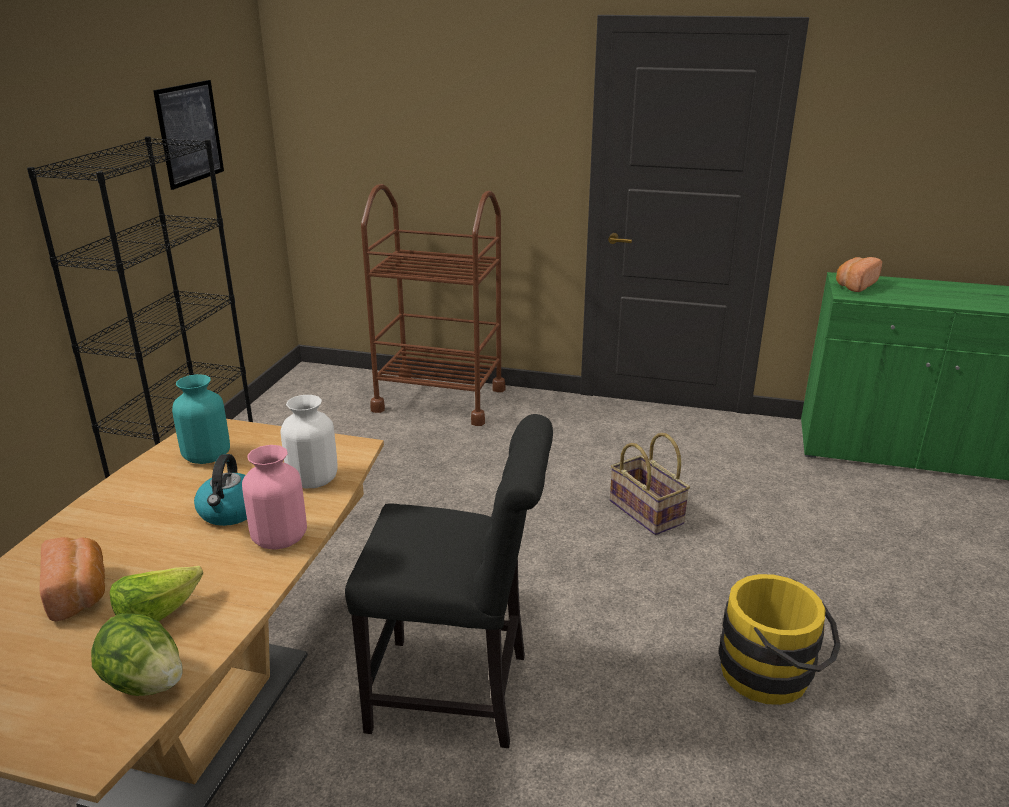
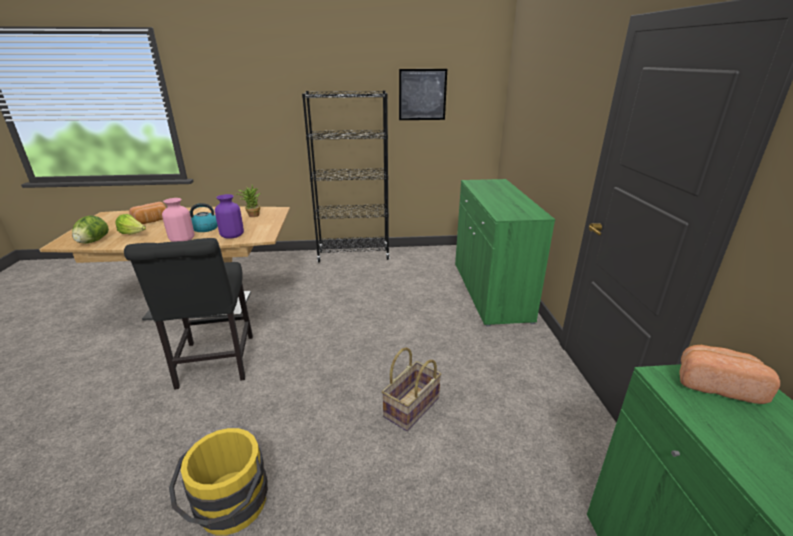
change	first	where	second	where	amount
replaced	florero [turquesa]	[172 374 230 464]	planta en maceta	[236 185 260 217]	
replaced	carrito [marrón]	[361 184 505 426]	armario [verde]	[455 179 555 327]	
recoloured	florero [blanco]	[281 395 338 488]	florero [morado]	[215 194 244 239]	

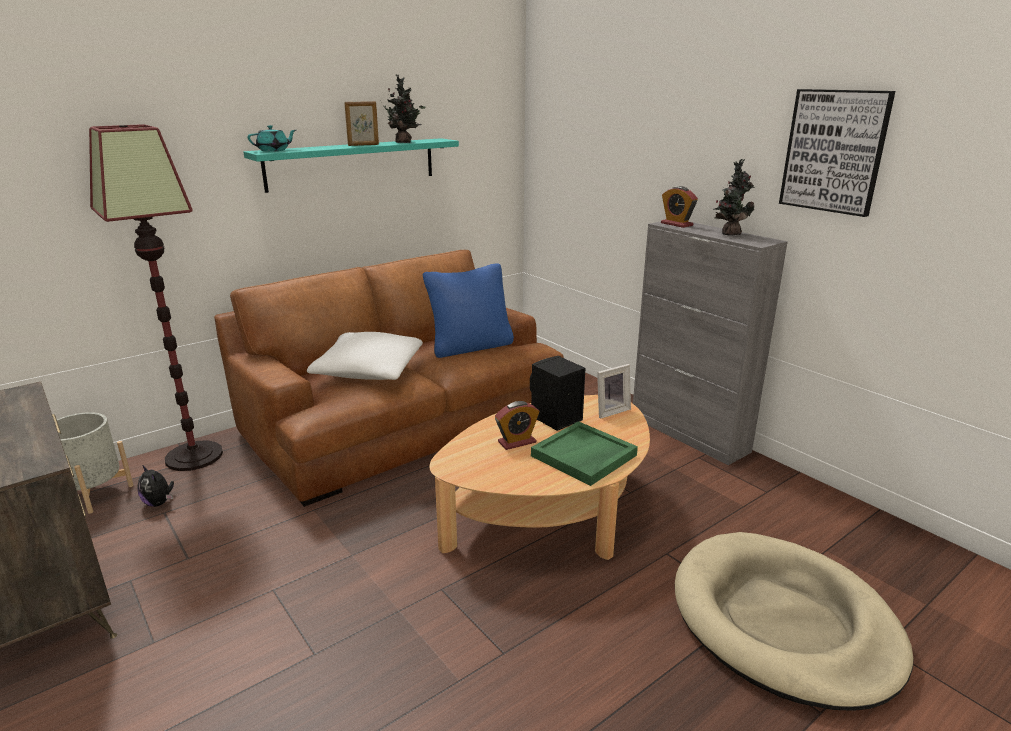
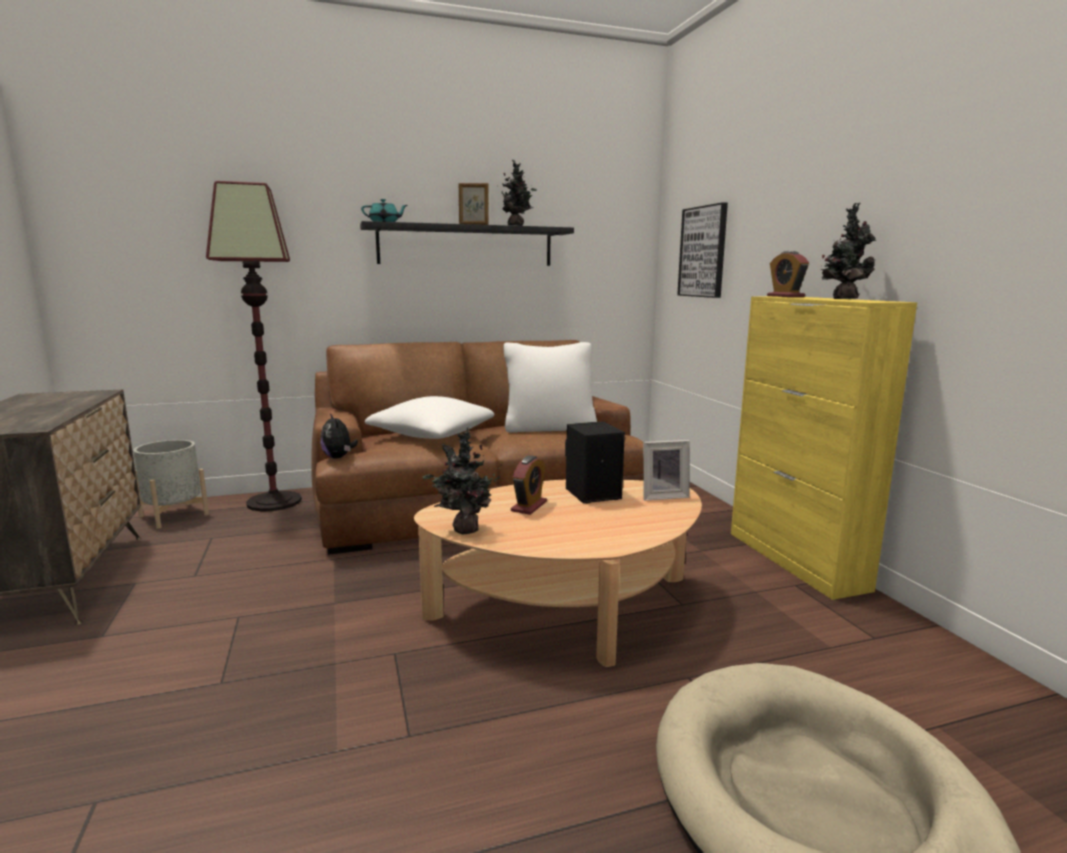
change	first	where	second	where	amount
removed	bandeja [verde]	[531 421 638 486]			
added			planta en maceta	[423 426 502 534]	
moved	peluche	[137 465 174 507]		[320 413 358 459]	
moved	cuadro	[779 89 895 217]		[677 202 728 298]	
recoloured	estante [turquesa]	[244 138 459 193]	estante [negro]	[360 221 574 266]	
recoloured	cojín [azul]	[423 263 514 358]	cojín [blanco]	[503 342 597 433]	
recoloured	armario [gris]	[633 221 788 465]	armario [amarillo]	[731 296 917 600]	
turned	despertador	[495 401 539 450]		[511 456 547 515]	60 degrees counterclockwise

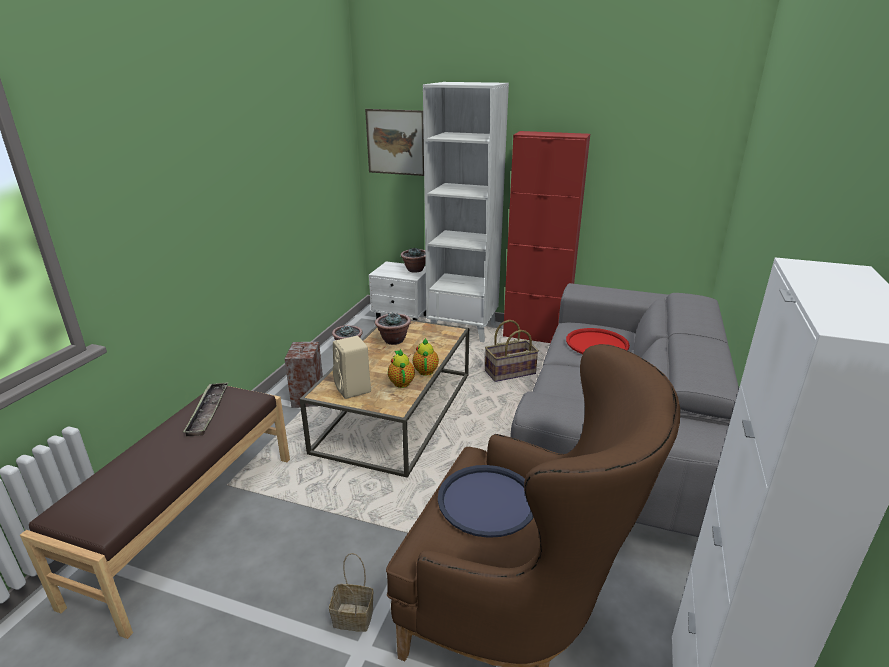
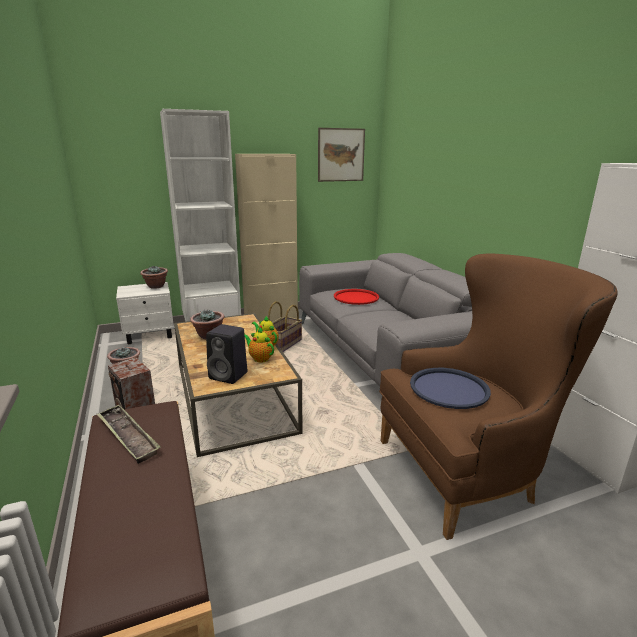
change	first	where	second	where	amount
removed	cesta	[329 553 374 632]			
moved	cuadro	[365 109 424 176]		[318 128 365 182]	
recoloured	altavoz [beis]	[333 336 371 399]	altavoz [negro]	[206 324 247 384]	
recoloured	armario [rojo]	[503 131 590 343]	armario [beis]	[235 154 298 322]	

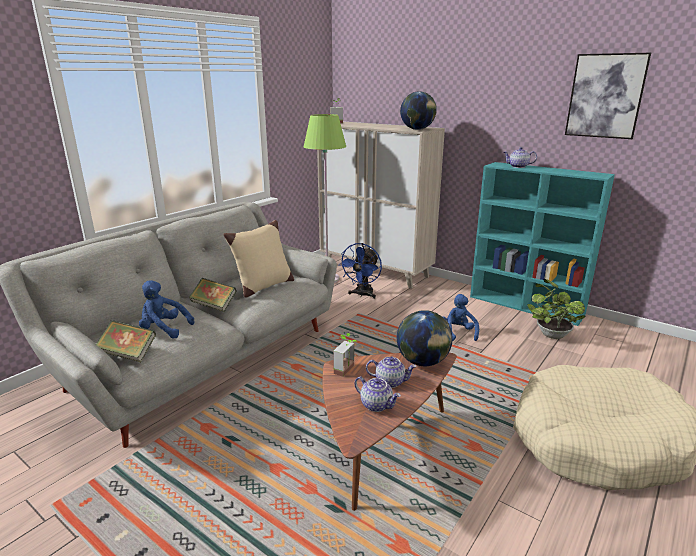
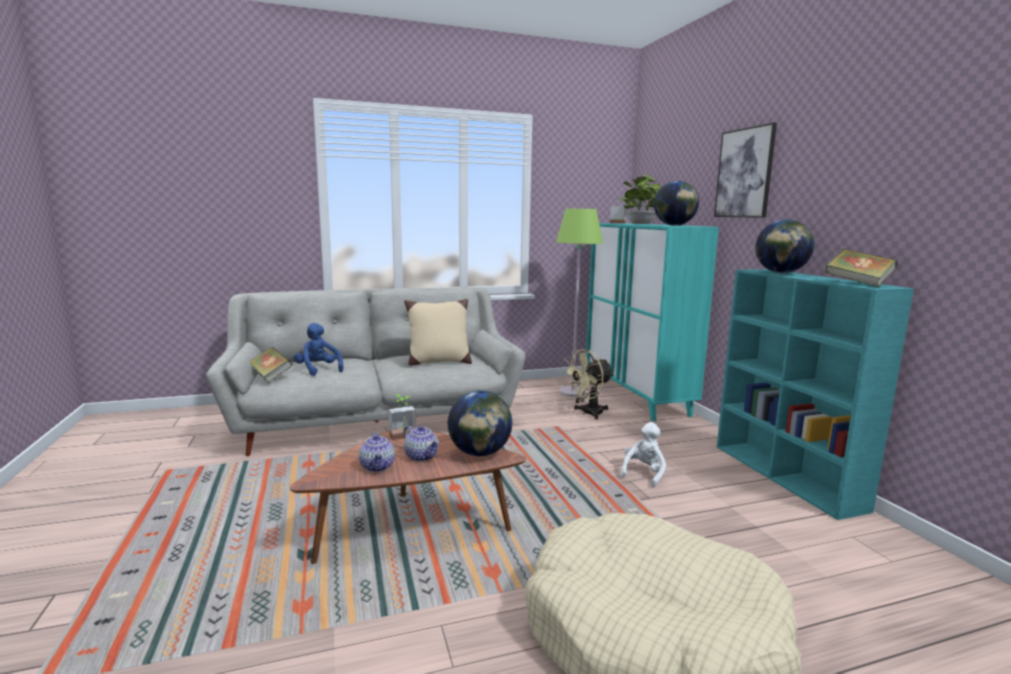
change	first	where	second	where	amount
moved	libro	[189 278 236 312]		[826 249 898 287]	
moved	planta en maceta	[527 279 585 339]		[622 173 661 224]	
moved	cuadro	[565 53 651 139]		[714 122 777 218]	
replaced	tetera	[504 147 537 168]	globo terráqueo	[755 219 814 273]	
recoloured	armario [beis]	[317 121 445 289]	armario [turquesa]	[586 223 719 421]	
recoloured	ventilador [azul]	[338 243 382 299]	ventilador [beis]	[562 349 614 419]	
recoloured	peluche [azul]	[443 294 479 341]	peluche [blanco]	[620 422 666 488]	

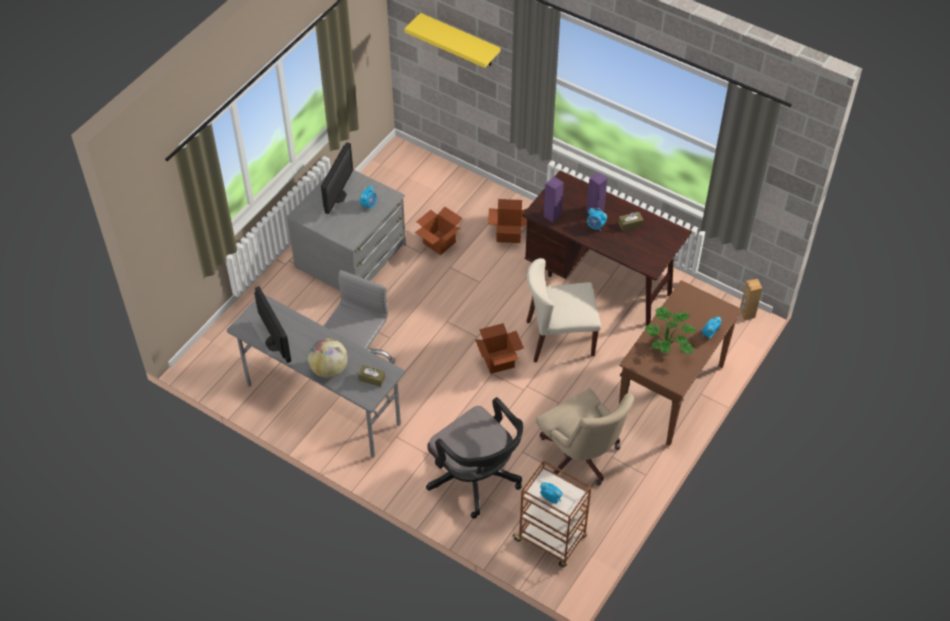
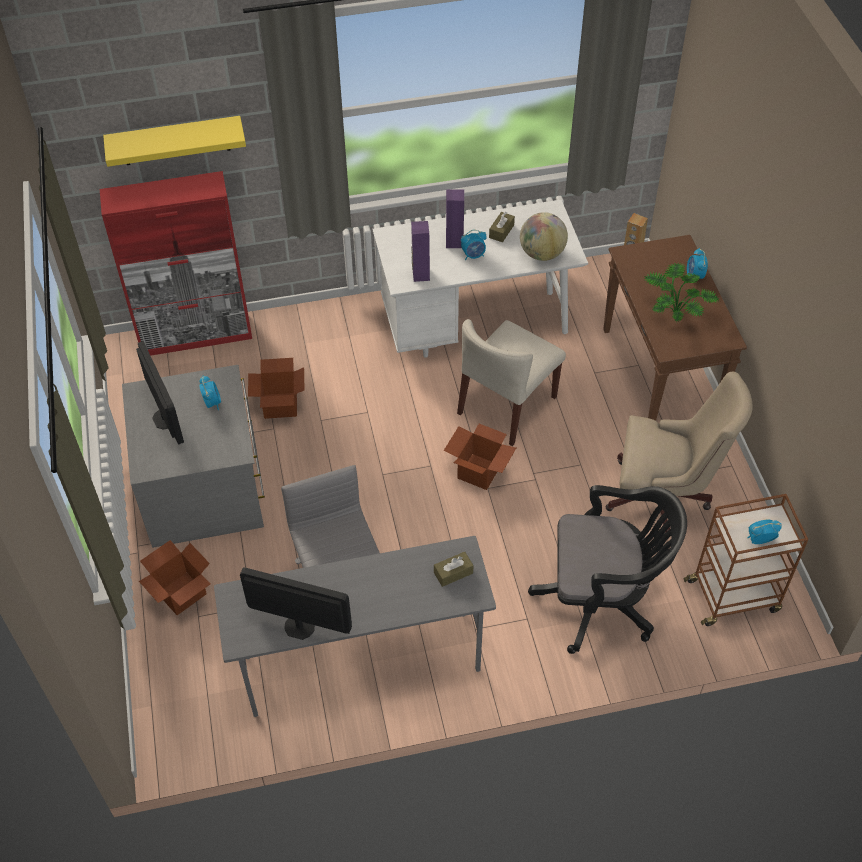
change	first	where	second	where	amount
added			armario [rojo]	[100 171 252 356]	
moved	globo terráqueo	[308 338 348 378]		[520 212 568 261]	
moved	caja de cartón	[488 199 527 243]		[139 540 211 615]	
recoloured	escritorio [marrón]	[522 171 692 325]	escritorio [blanco]	[373 200 588 358]	

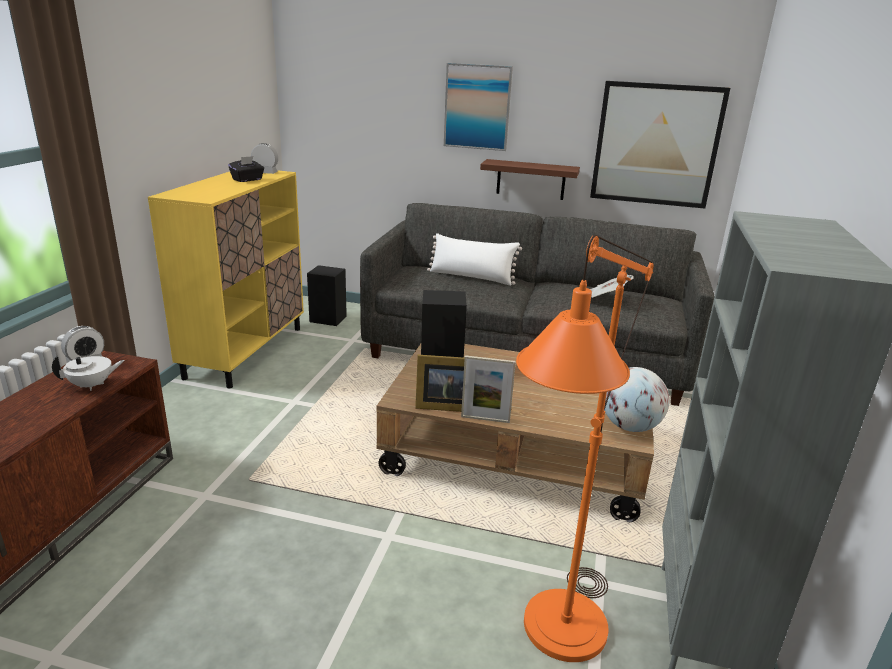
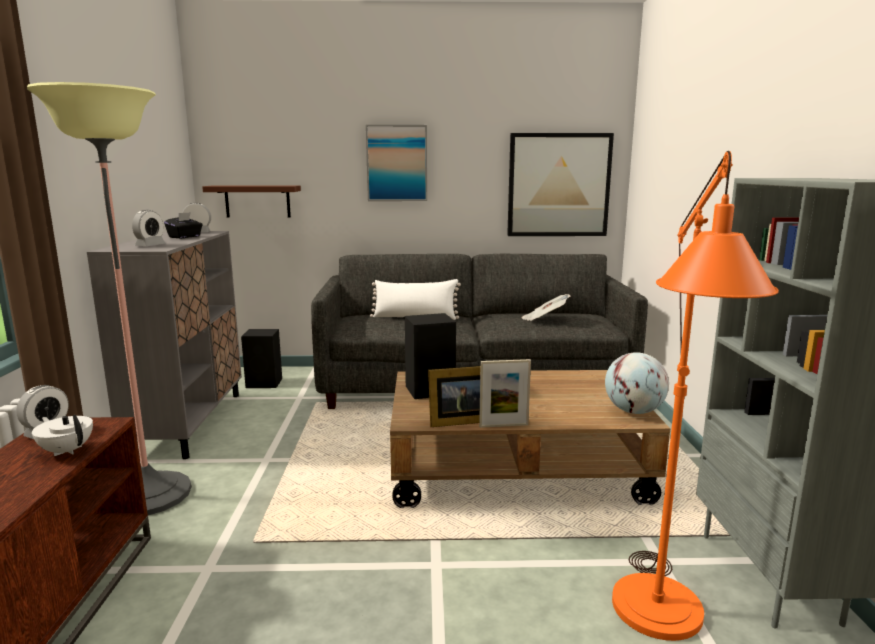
change	first	where	second	where	amount
added			lámpara de pie	[27 82 192 515]	
added			despertador	[132 210 165 246]	
moved	estante [marrón]	[480 159 580 200]		[202 185 301 218]	
recoloured	armario [amarillo]	[148 170 304 388]	armario [gris]	[87 231 242 459]	
turned	tetera [blanco]	[52 355 125 391]		[32 415 93 456]	105 degrees counterclockwise

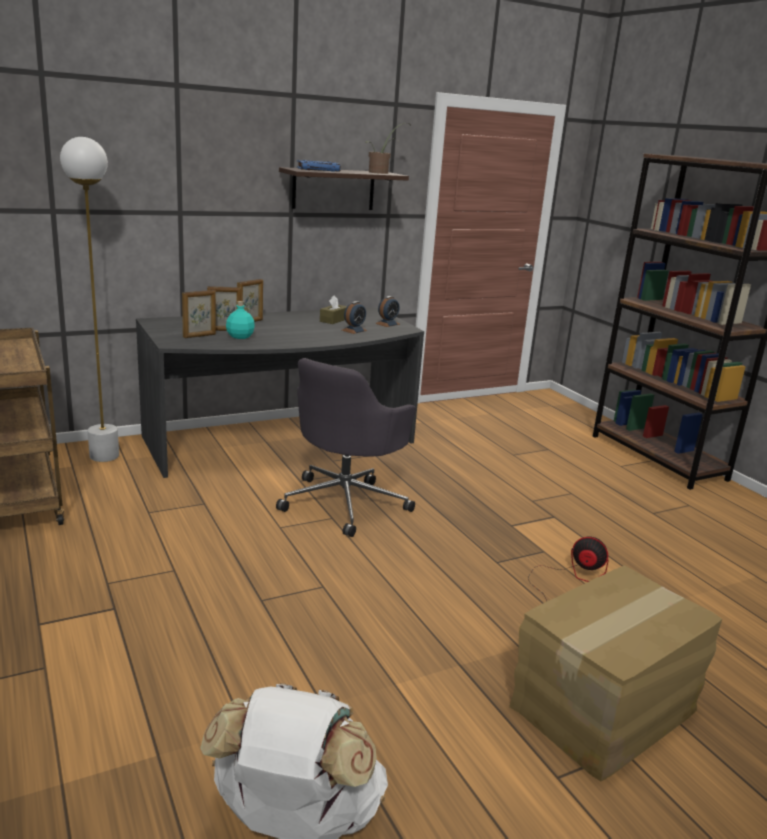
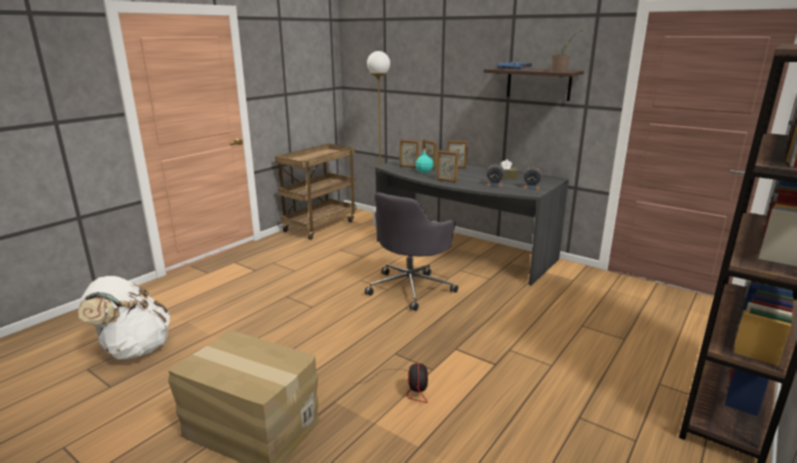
change	first	where	second	where	amount
added			portarretratos	[437 150 459 182]	
turned	silla de oficina [gris]	[276 358 416 537]		[365 192 458 311]	60 degrees counterclockwise

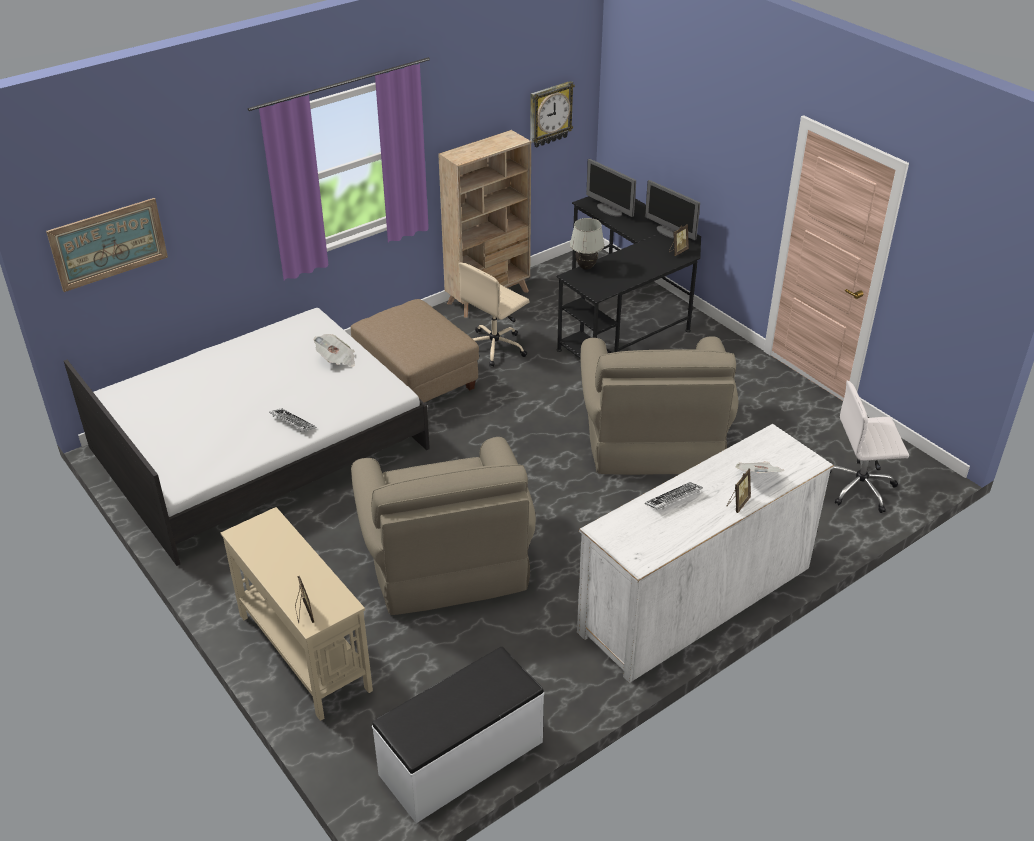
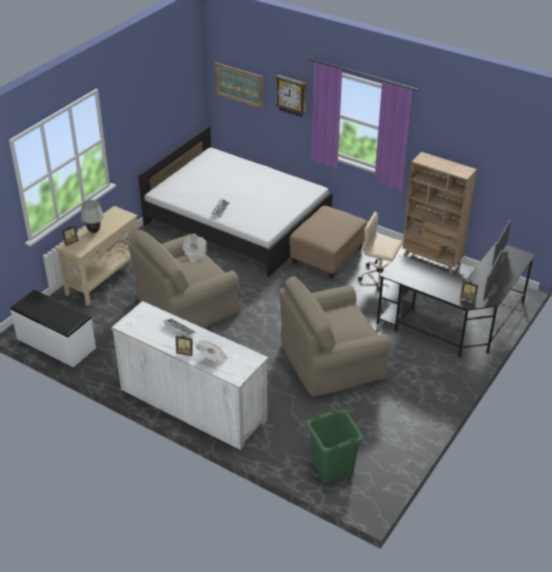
change	first	where	second	where	amount
moved	periódico	[313 334 355 366]		[182 234 207 262]	
moved	reloj de pared	[530 81 575 148]		[276 75 307 117]	
moved	lámpara de mesa [blanco]	[570 218 604 270]		[81 200 104 233]	
replaced	silla de oficina [blanco]	[830 381 909 513]	cesto de la ropa [verde]	[306 409 364 483]	

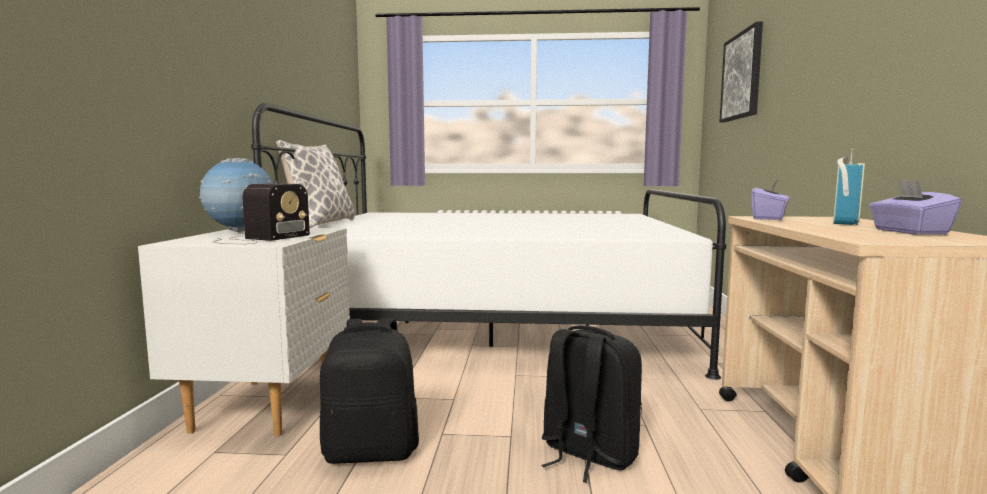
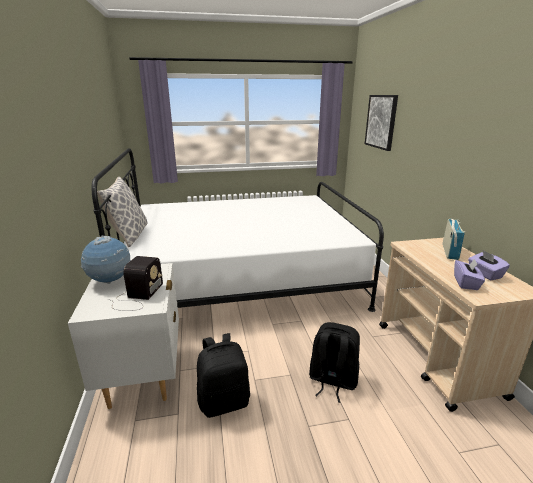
change	first	where	second	where	amount
moved	caja de pañuelos [morado]	[751 179 790 220]		[454 258 485 290]	

